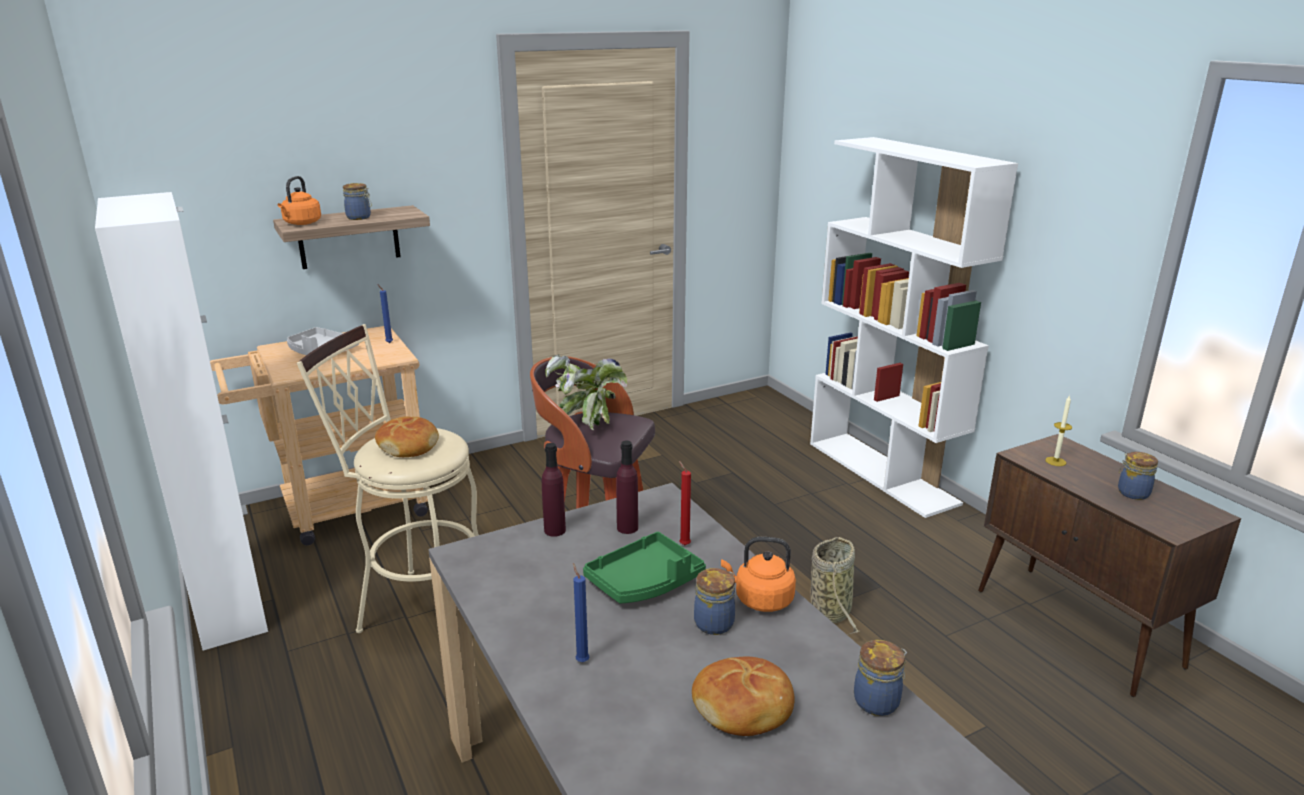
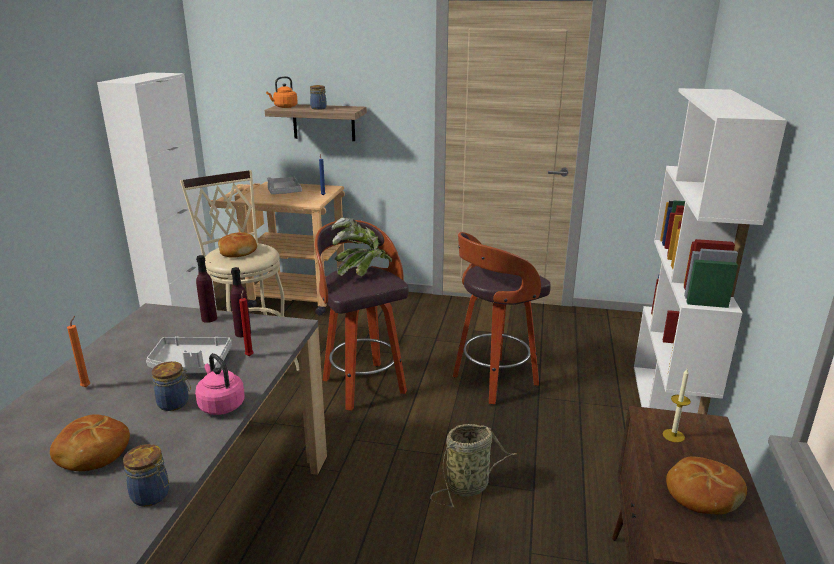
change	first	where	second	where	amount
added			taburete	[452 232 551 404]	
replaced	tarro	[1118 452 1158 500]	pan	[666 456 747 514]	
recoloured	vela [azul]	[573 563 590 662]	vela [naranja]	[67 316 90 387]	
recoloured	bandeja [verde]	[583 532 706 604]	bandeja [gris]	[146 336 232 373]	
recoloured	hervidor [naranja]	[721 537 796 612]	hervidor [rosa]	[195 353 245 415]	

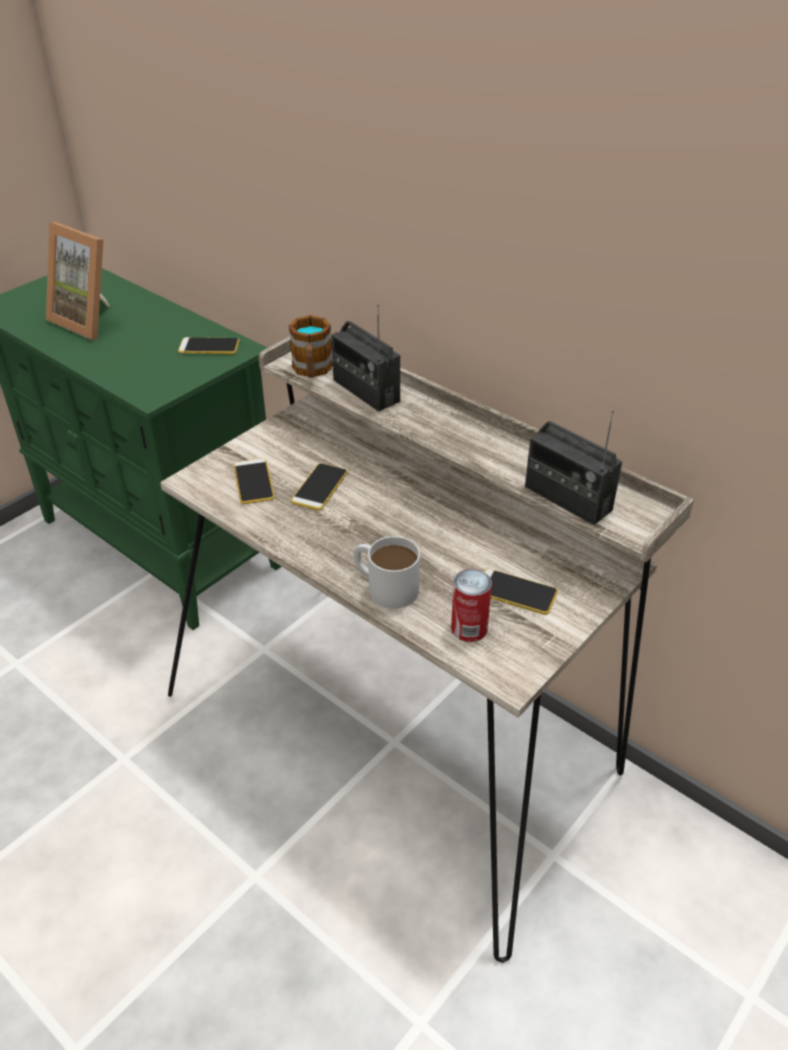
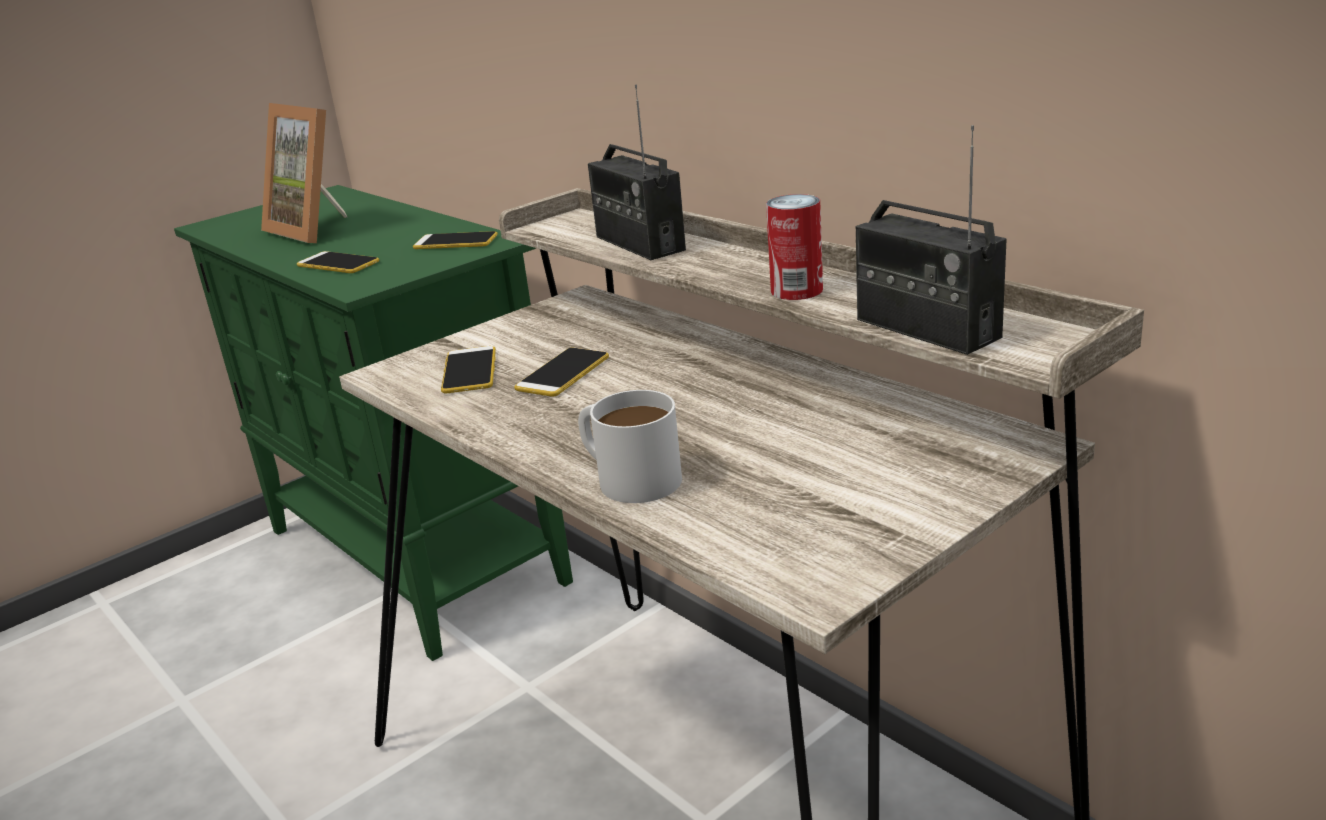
change	first	where	second	where	amount
removed	taza grande	[289 315 333 378]			
moved	lata	[451 569 492 642]		[766 194 823 300]	
moved	móvil	[484 569 558 615]		[297 251 379 273]	

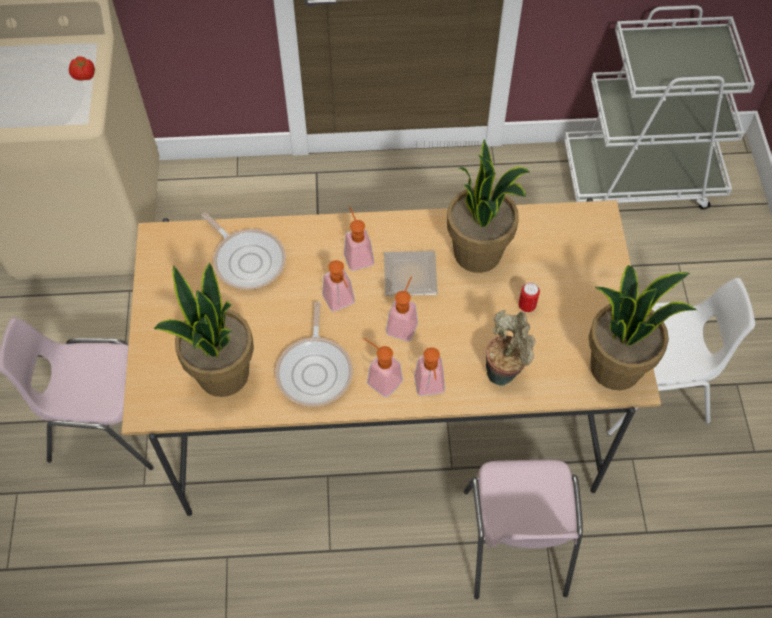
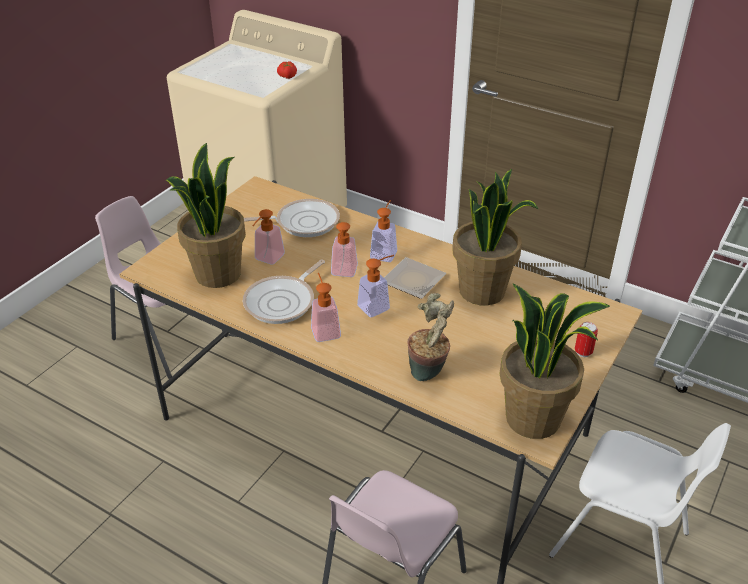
change	first	where	second	where	amount
moved	dispensador de jabón	[414 347 445 396]		[252 209 285 265]	
moved	lata	[518 283 540 313]		[575 322 598 357]	
turned	sartén	[201 212 286 290]		[244 199 340 237]	90 degrees counterclockwise

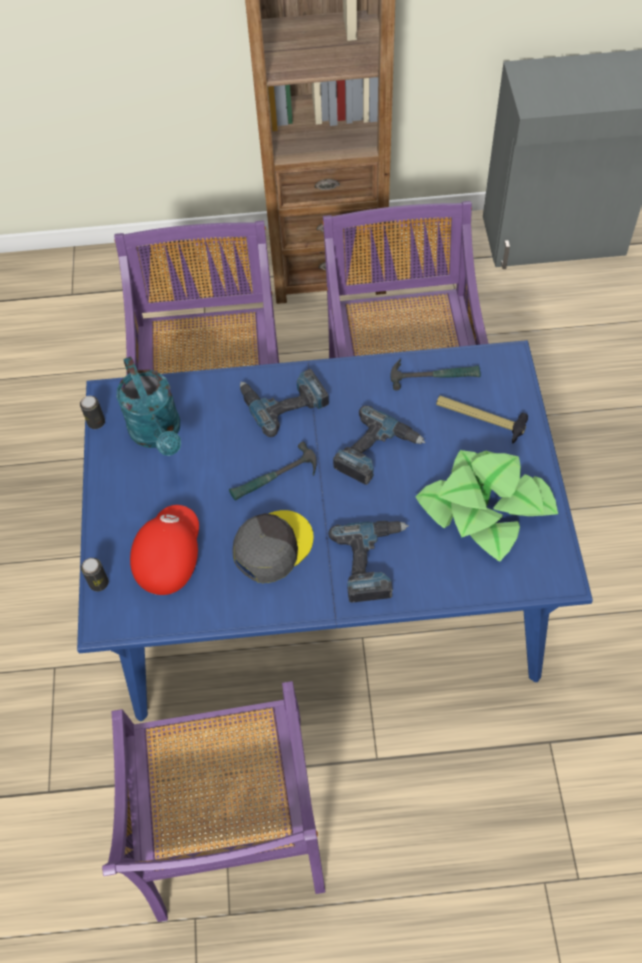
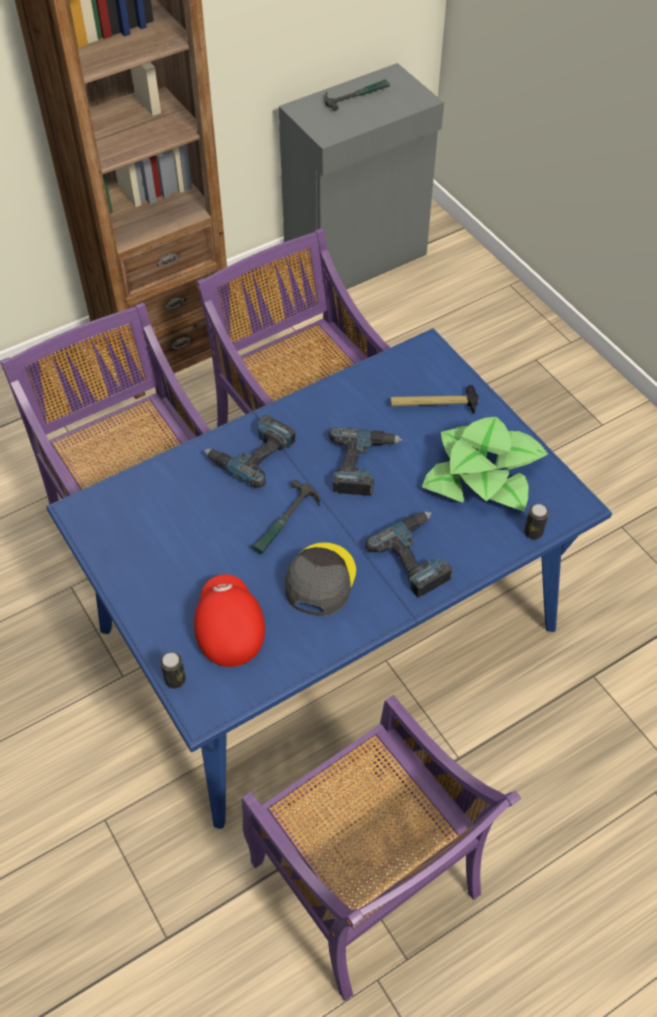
change	first	where	second	where	amount
removed	regadera [turquesa]	[117 356 181 456]			
moved	lata	[80 396 105 429]		[524 504 549 539]	
moved	martillo	[390 359 481 391]		[325 79 390 111]	

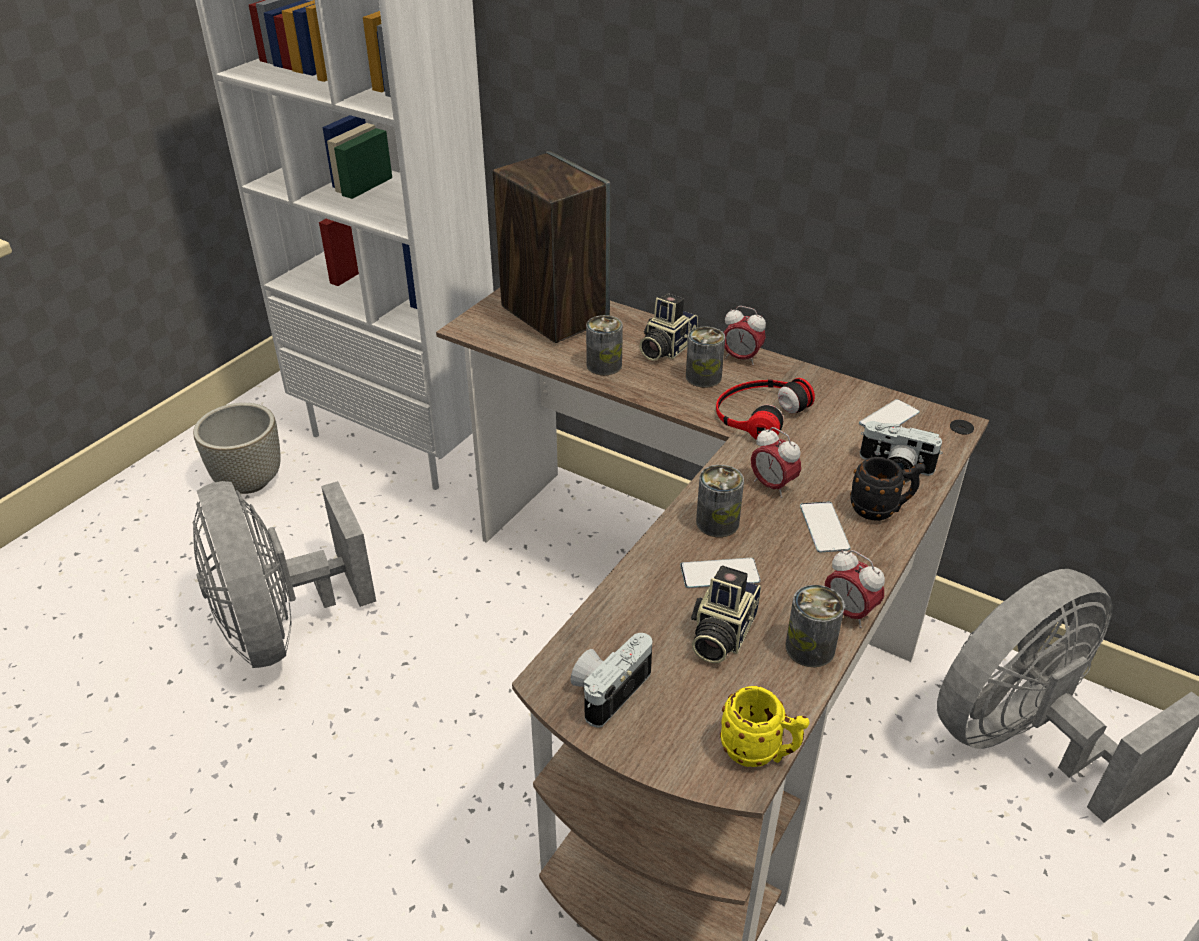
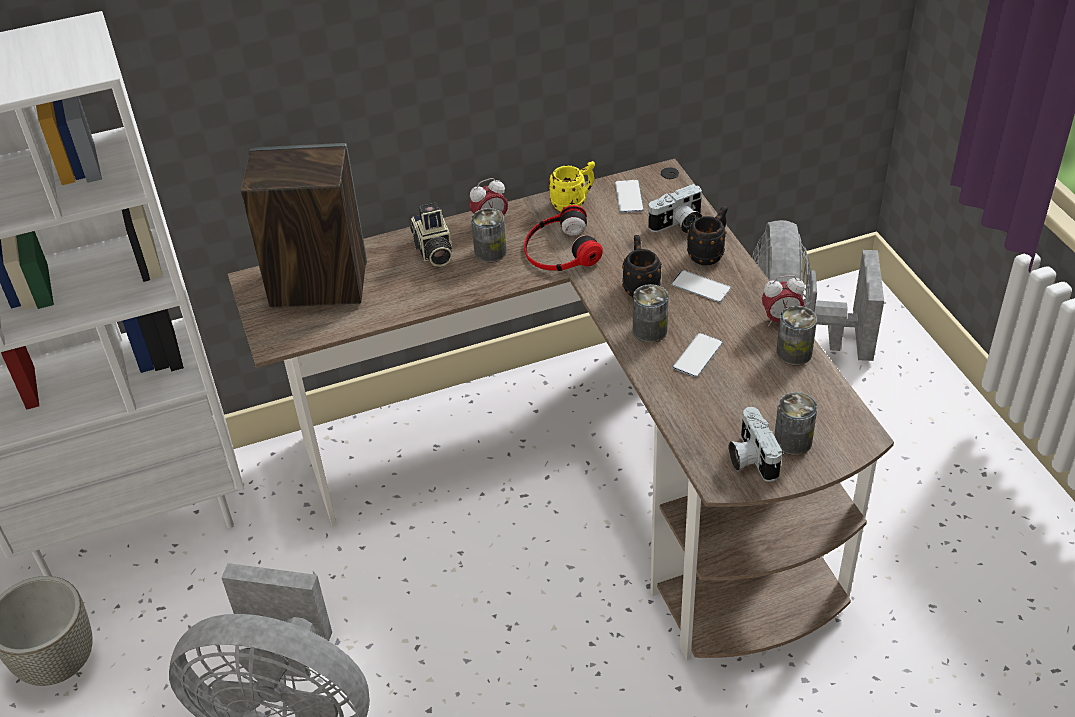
change	first	where	second	where	amount
removed	cámara	[691 565 761 663]			
moved	lata	[586 315 623 375]		[774 392 818 455]	
moved	taza grande [amarillo]	[720 686 809 767]		[549 161 595 211]	
replaced	despertador	[751 427 801 498]	taza grande [negro]	[622 235 662 298]	

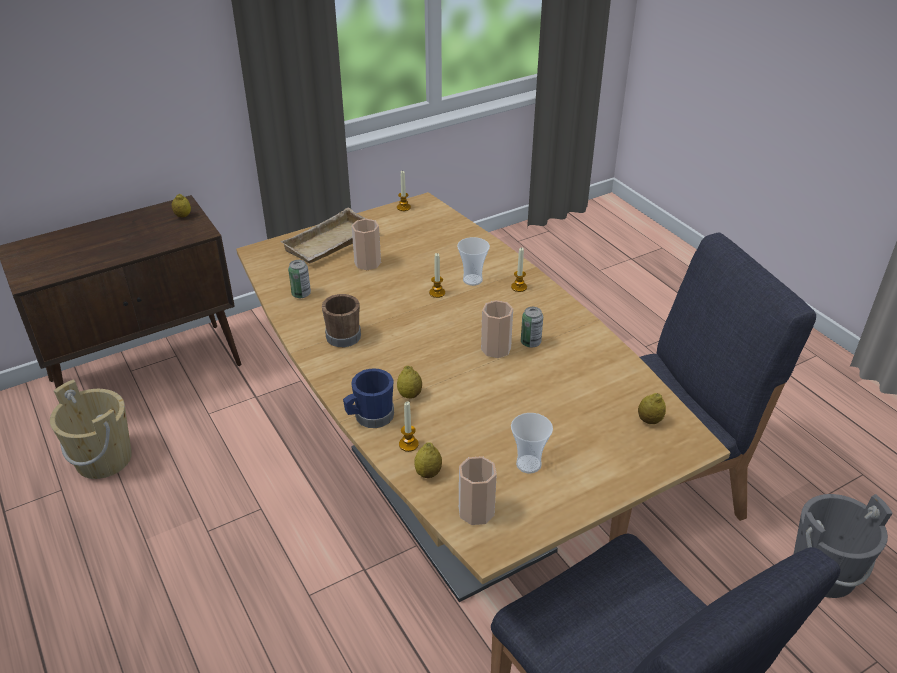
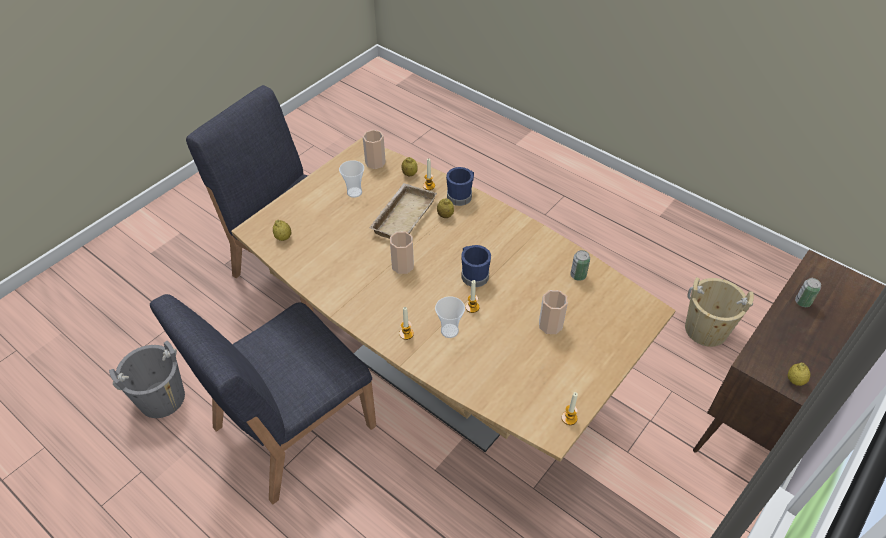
change	first	where	second	where	amount
removed	taza grande [marrón]	[322 294 361 347]			
added			taza grande [azul]	[461 245 491 287]	
moved	bandeja [beis]	[280 208 366 264]		[369 183 437 239]	
moved	lata	[521 307 543 348]		[795 278 821 307]	

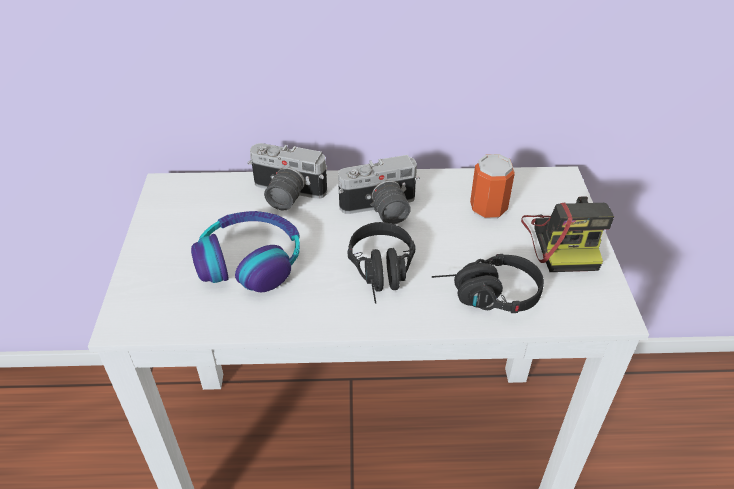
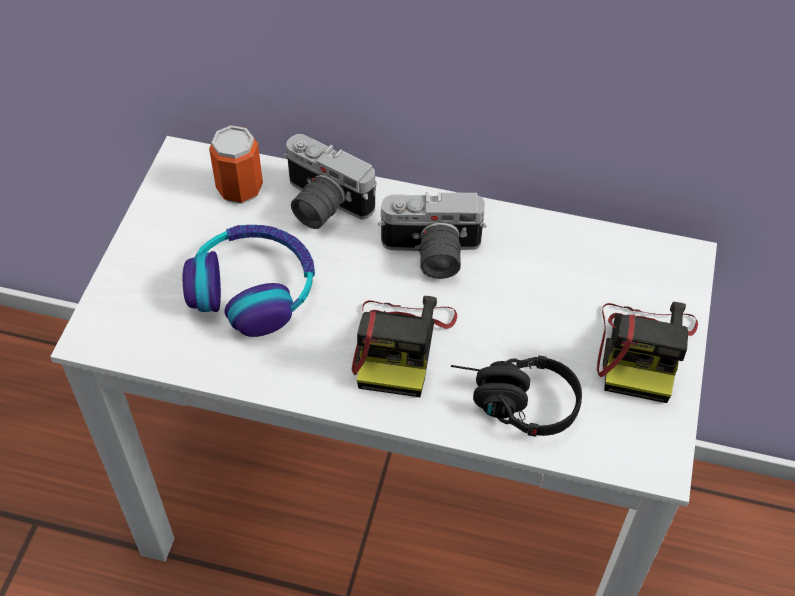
change	first	where	second	where	amount
moved	lata	[470 154 515 219]		[209 125 263 204]	
replaced	auriculares [negro]	[348 222 416 304]	cámara	[352 296 457 397]	

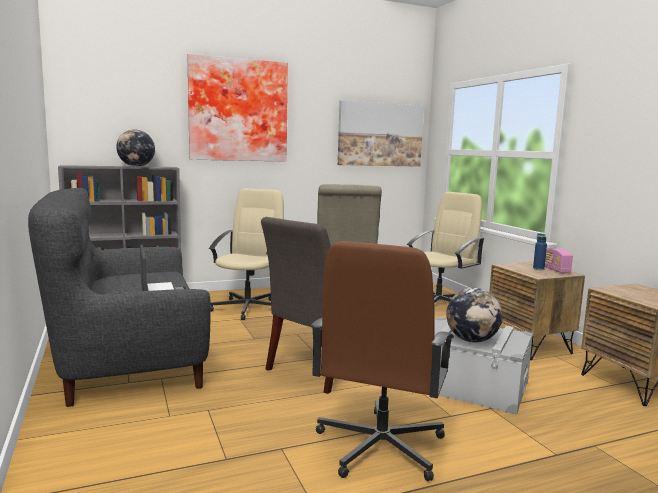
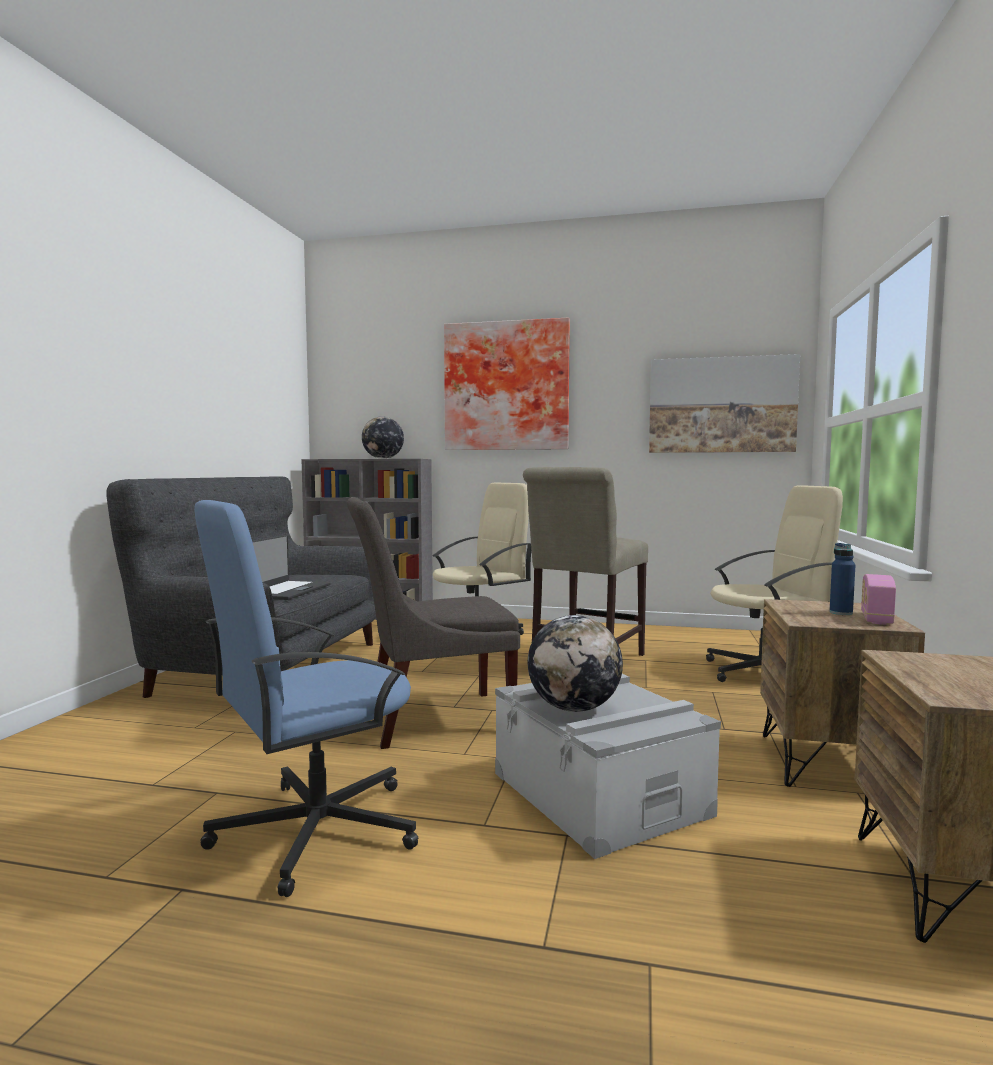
change	first	where	second	where	amount
recoloured	silla de oficina [marrón]	[311 241 454 481]	silla de oficina [azul]	[194 500 418 897]	

